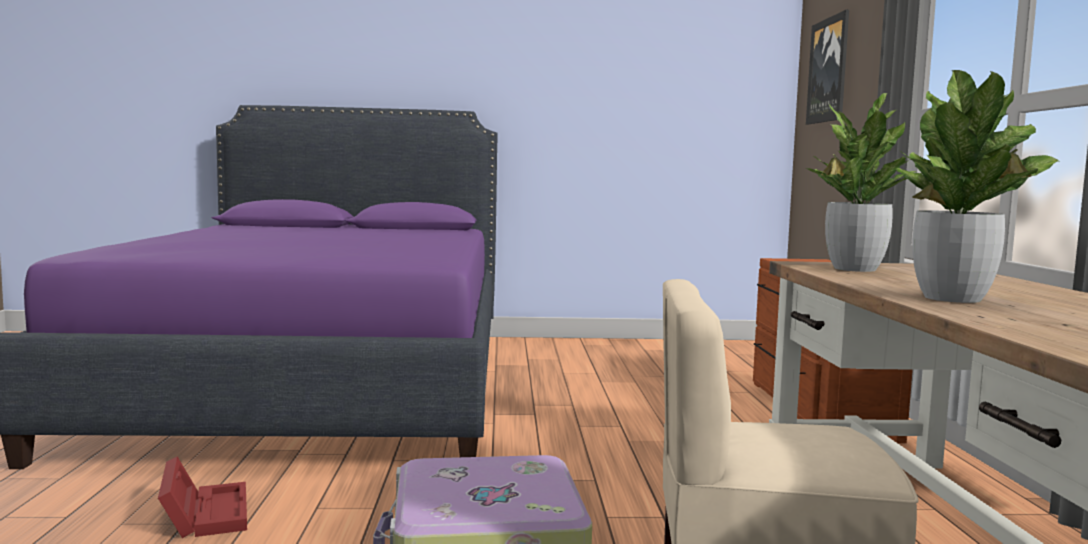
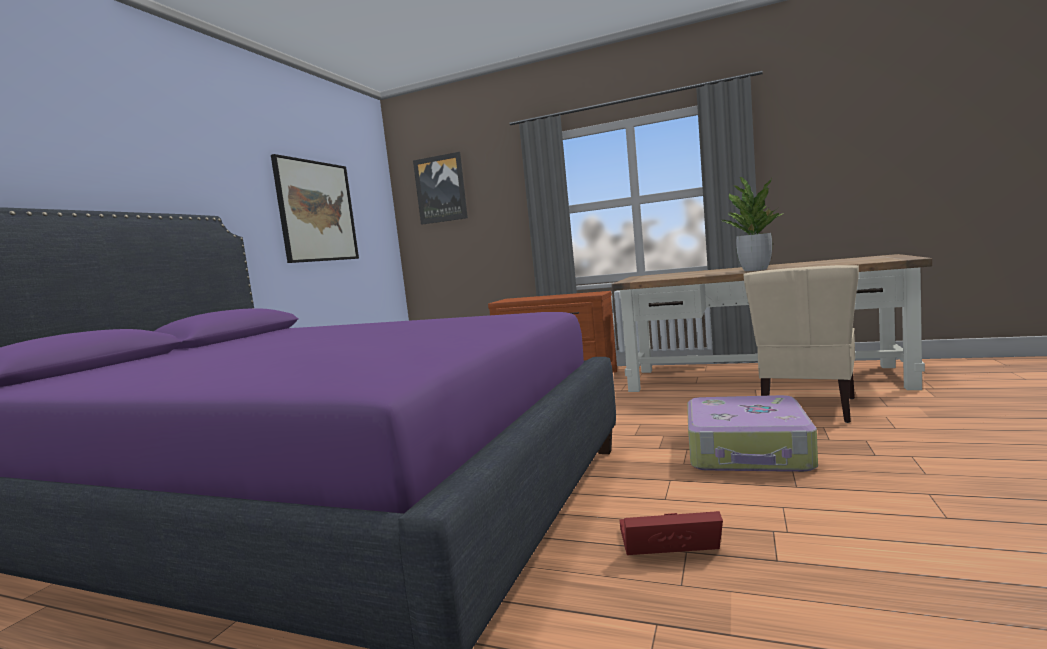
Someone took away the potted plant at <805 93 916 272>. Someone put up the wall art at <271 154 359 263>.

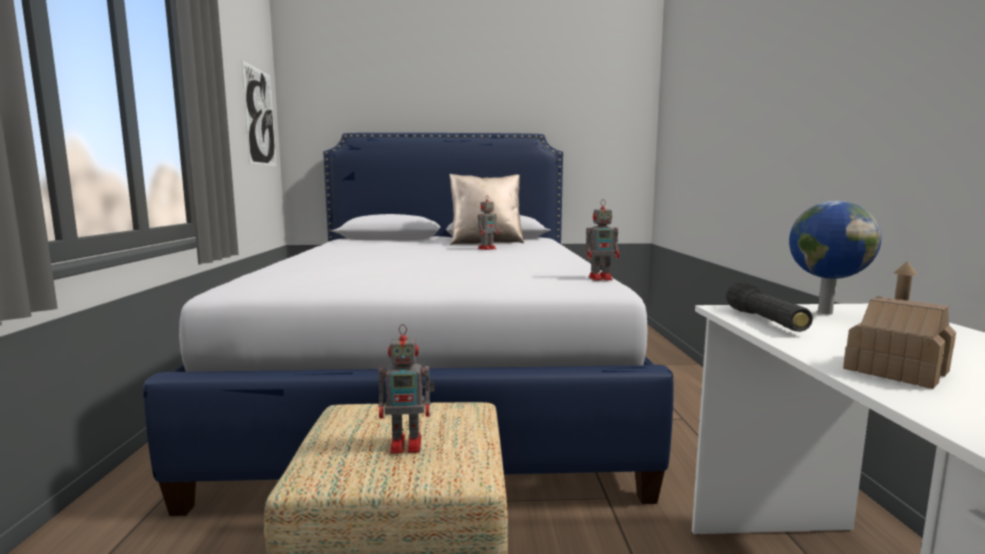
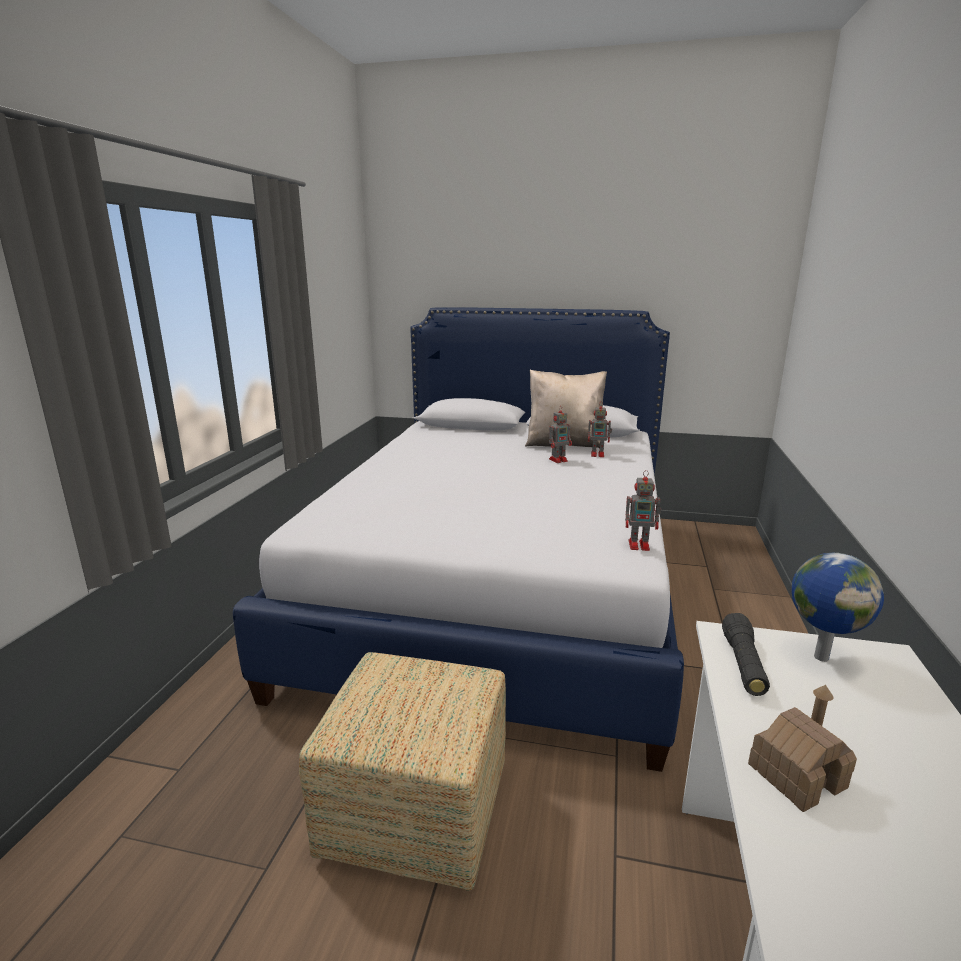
Someone took away the wall art at <242 60 276 166>. Someone carried the model robot from <378 324 435 454> to <588 403 612 457>.

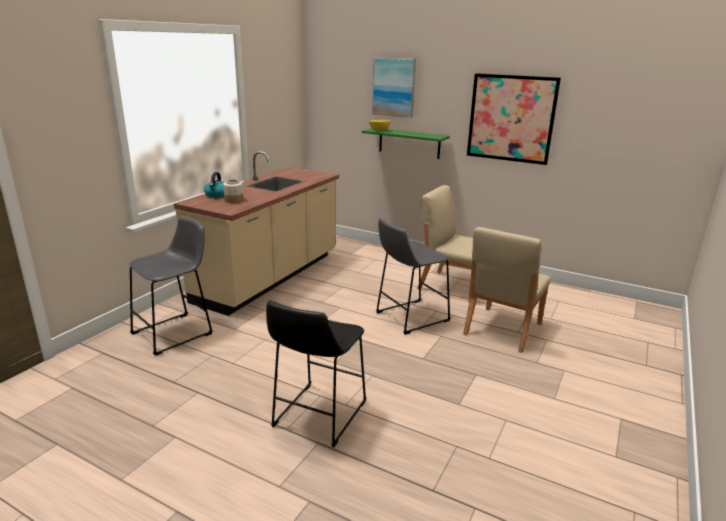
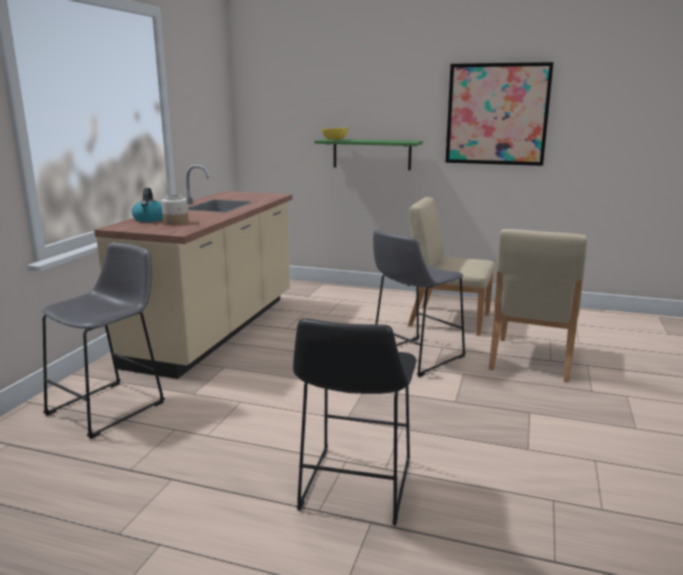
Someone took away the wall art at <372 57 416 118>.

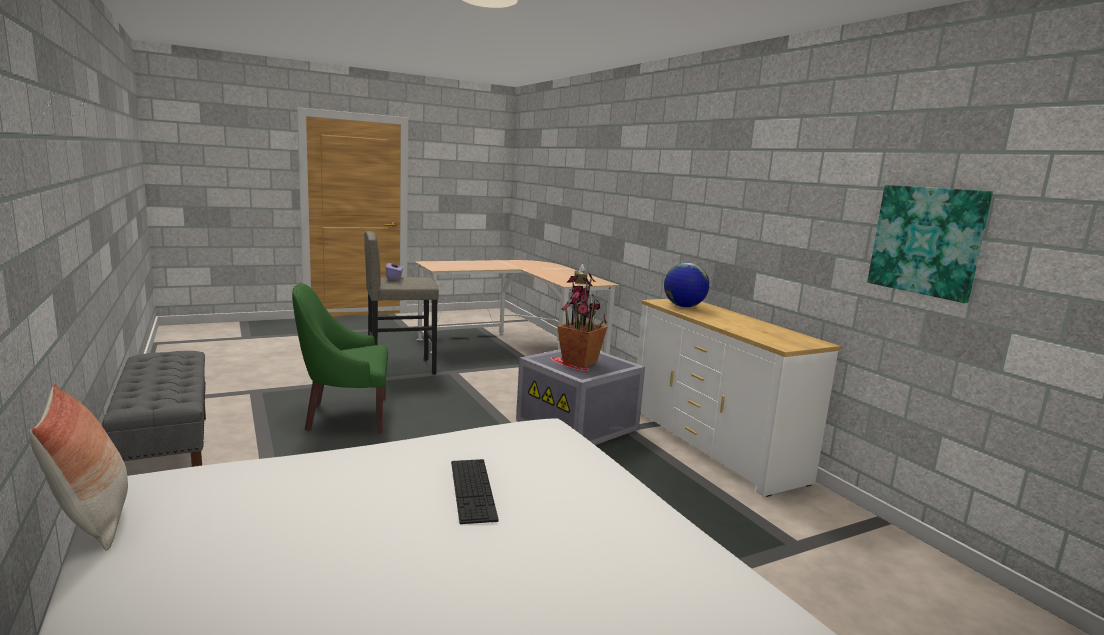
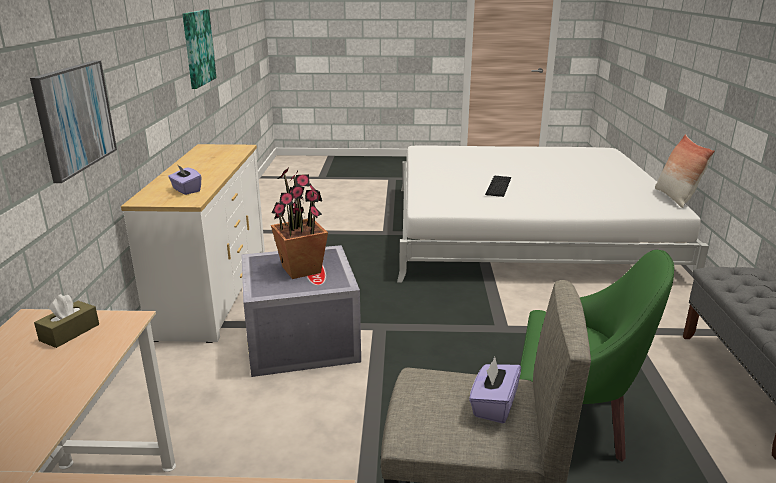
Someone put up the wall art at <30 60 117 183>. Someone swapped the desk globe at <664 263 709 307> for the purple-coloured tissue holder at <168 165 201 195>.

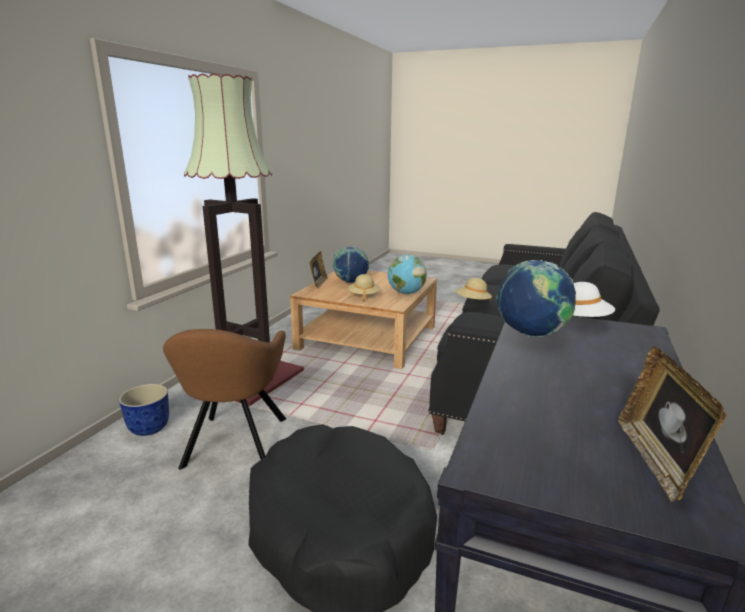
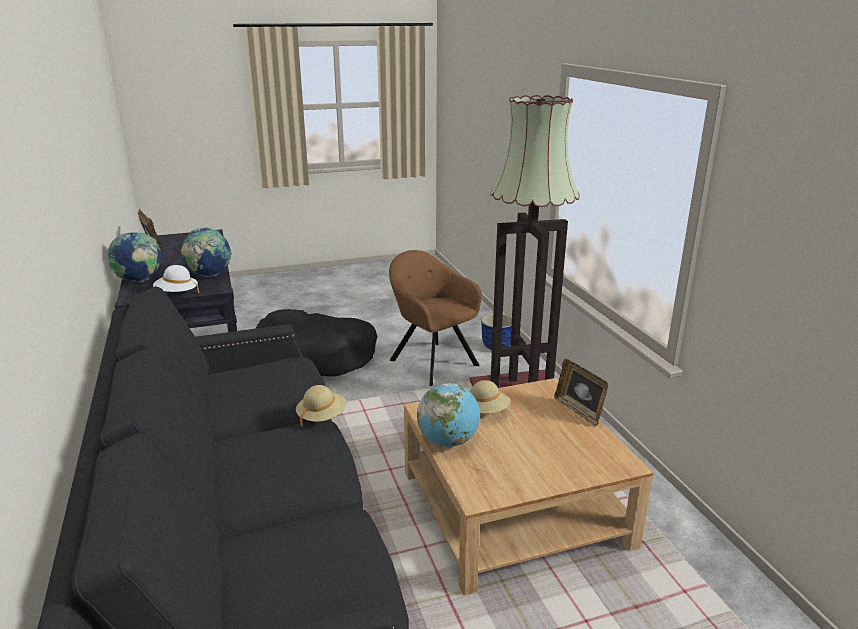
Someone carried the desk globe from <333 246 370 283> to <107 232 161 282>.

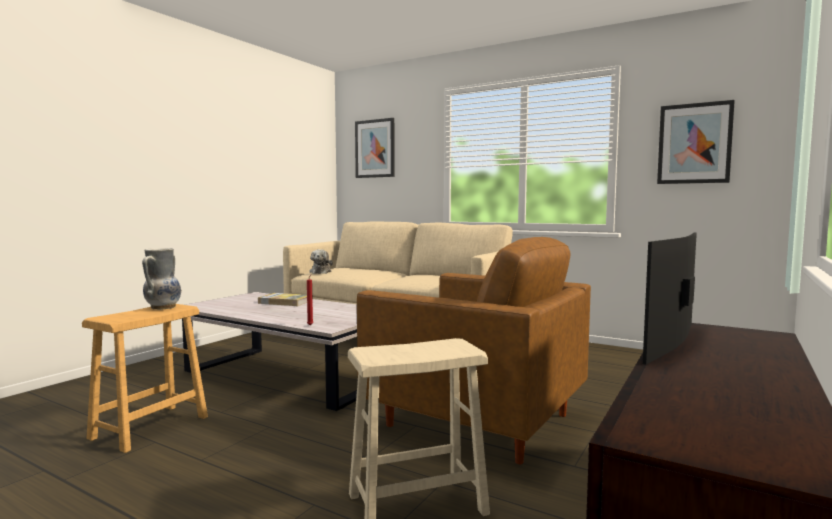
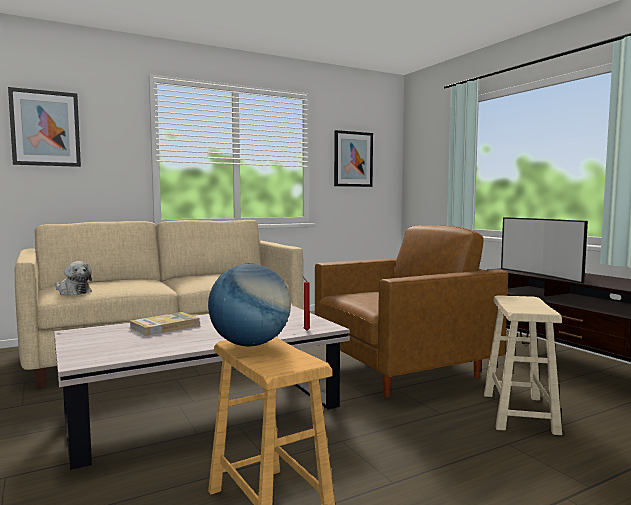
Someone swapped the decorative vase at <142 248 181 310> for the desk globe at <208 264 291 347>.

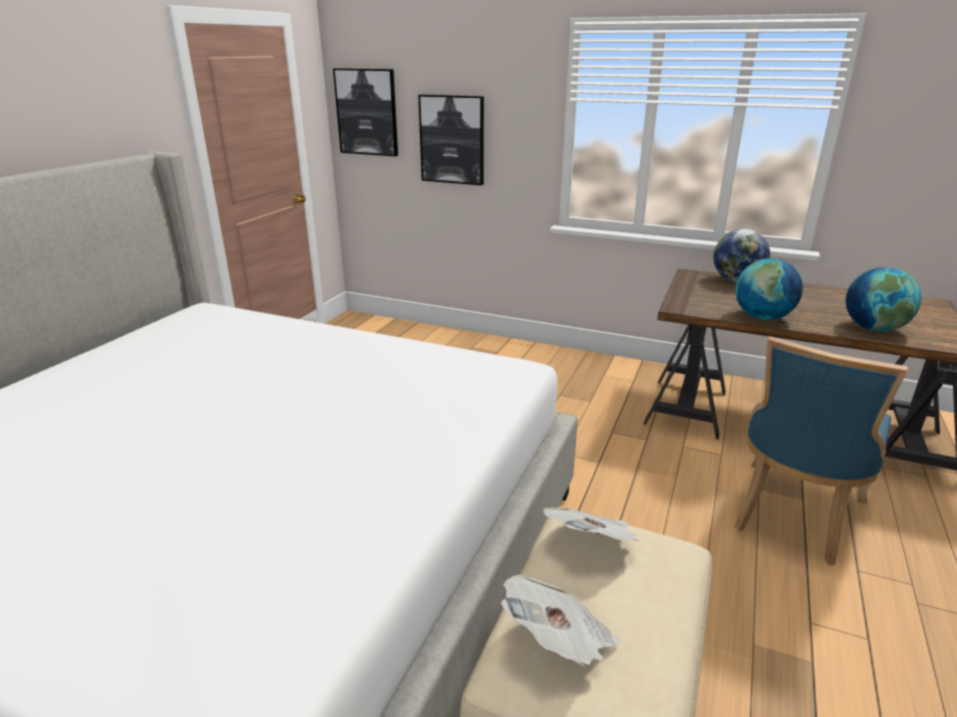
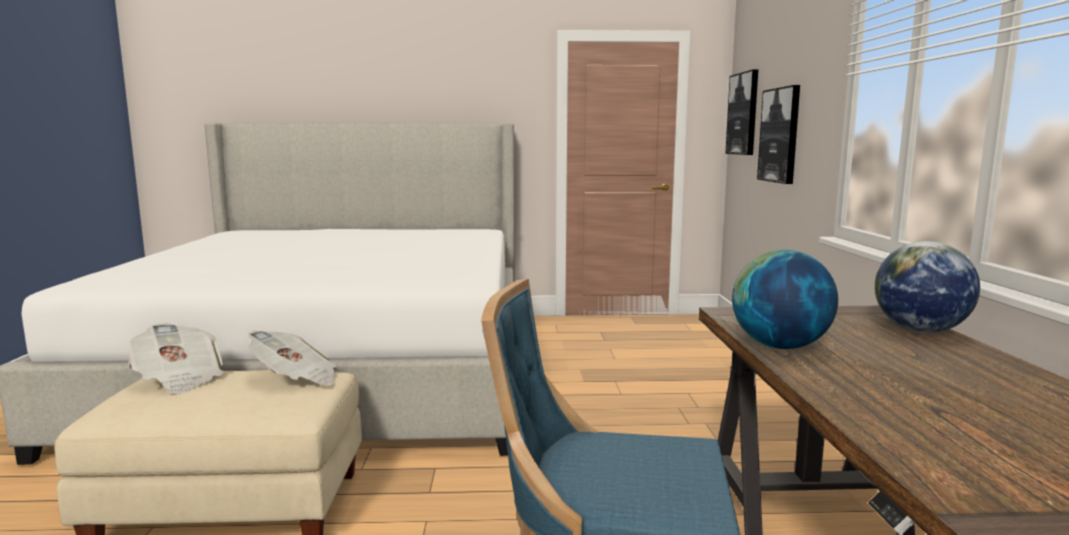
Someone took away the desk globe at <846 267 922 332>.

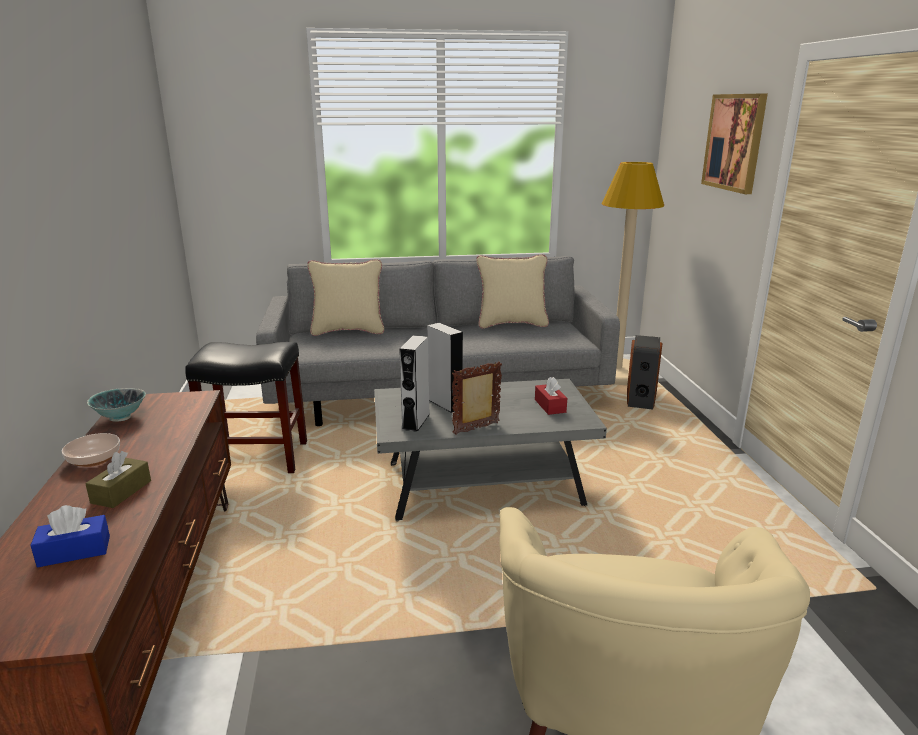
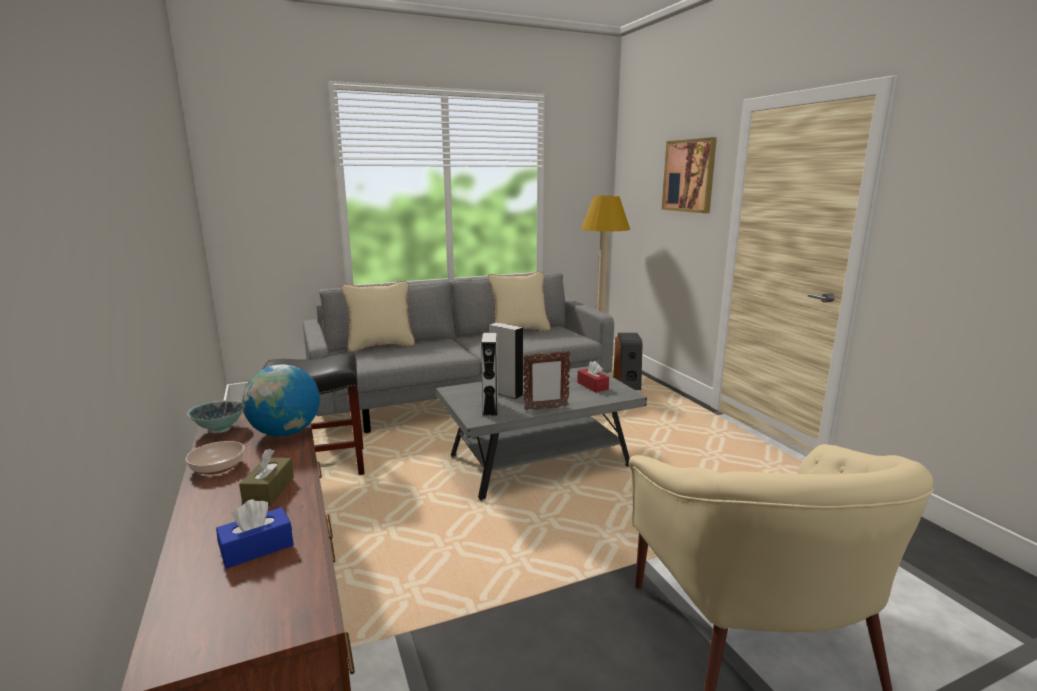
Someone put down the desk globe at <242 364 320 437>. Someone rotated the picture frame at <452 361 502 435> by 150 degrees counterclockwise.

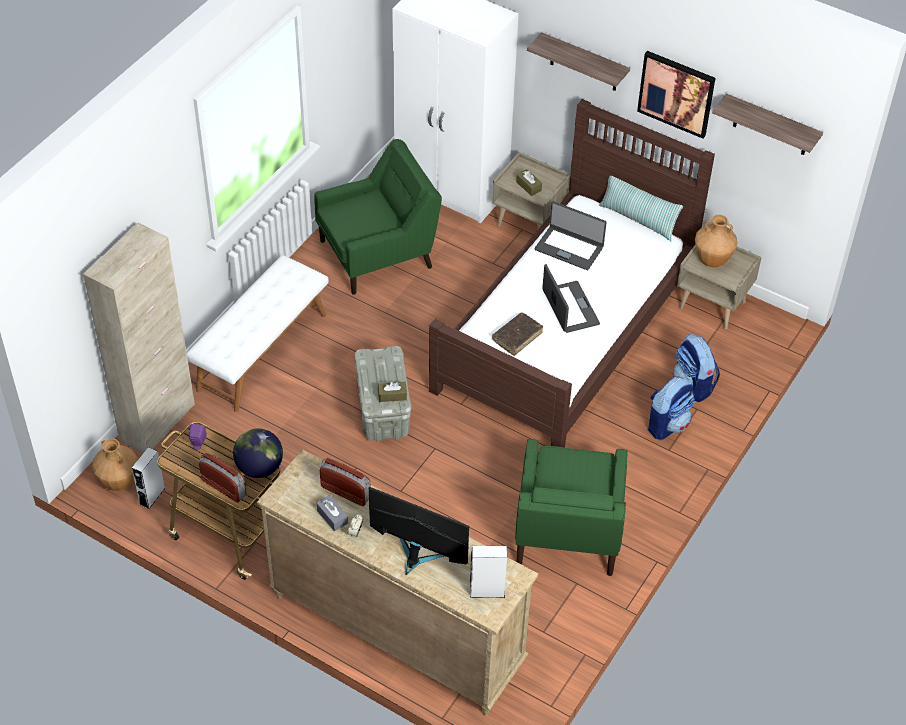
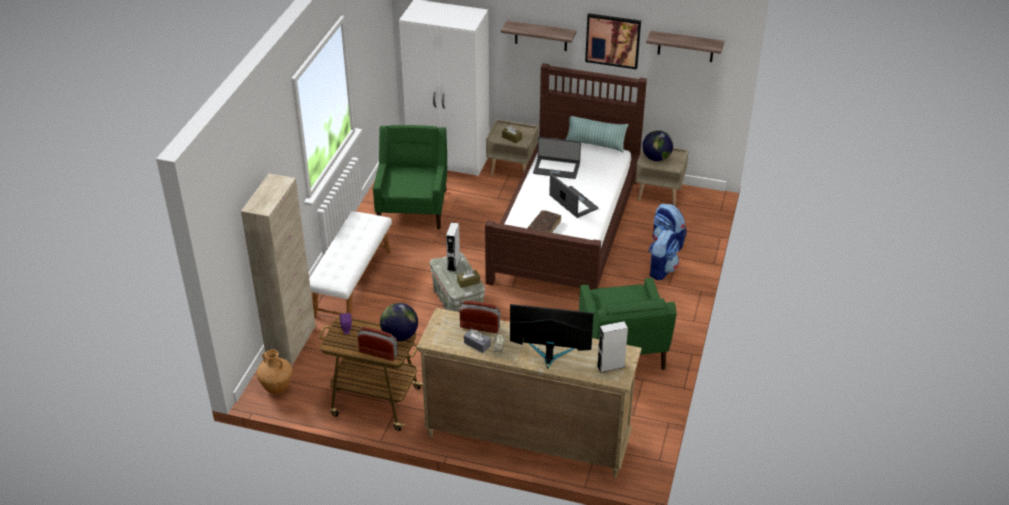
Someone carried the greyish speaker from <132 447 165 509> to <446 222 460 272>. Someone swapped the brown-coloured decorative vase at <695 215 738 267> for the desk globe at <642 130 673 161>. Someone rotated the green-coloured lounge chair at <314 139 442 295> by 45 degrees counterclockwise.

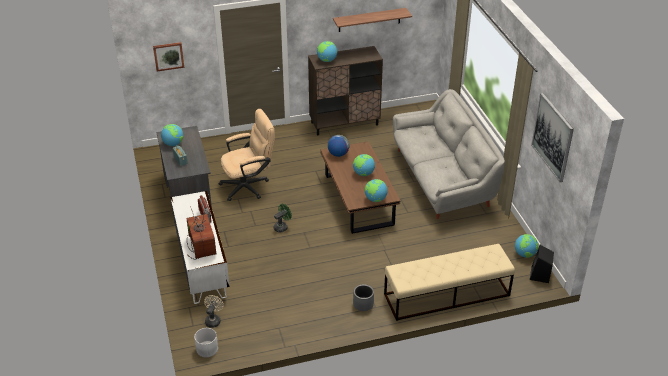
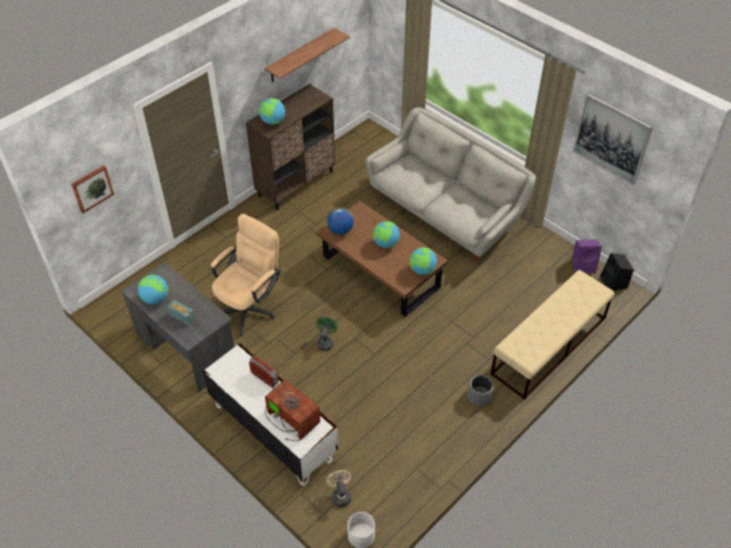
Someone swapped the desk globe at <515 234 539 258> for the purple-coloured speaker at <571 239 602 273>.

